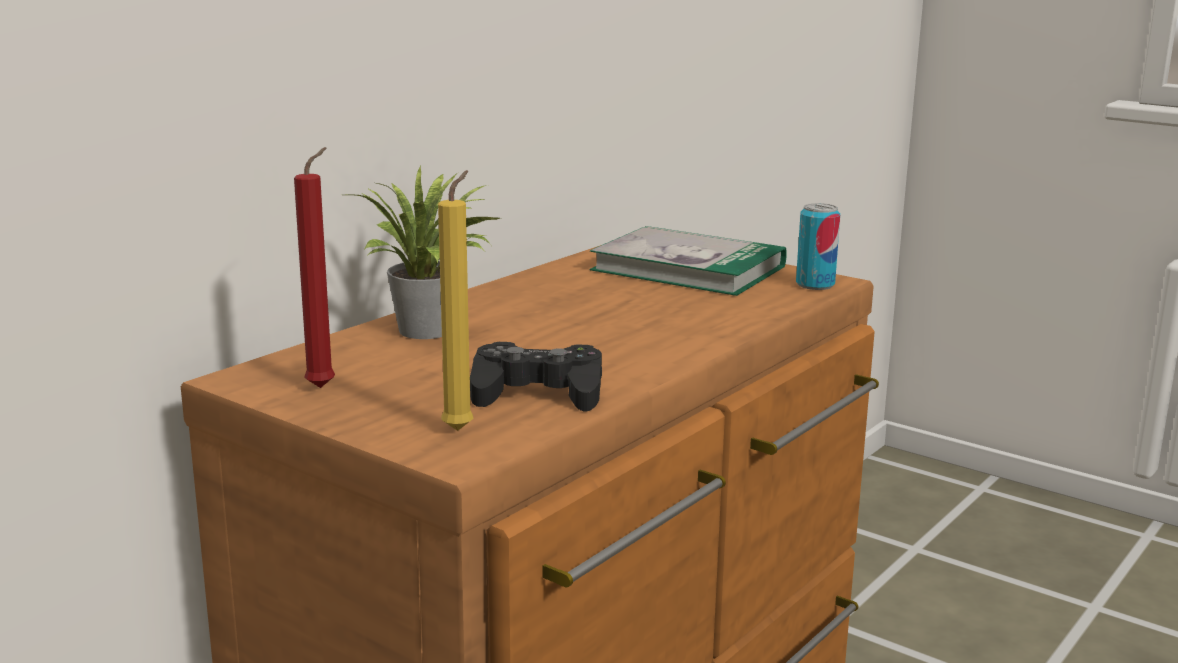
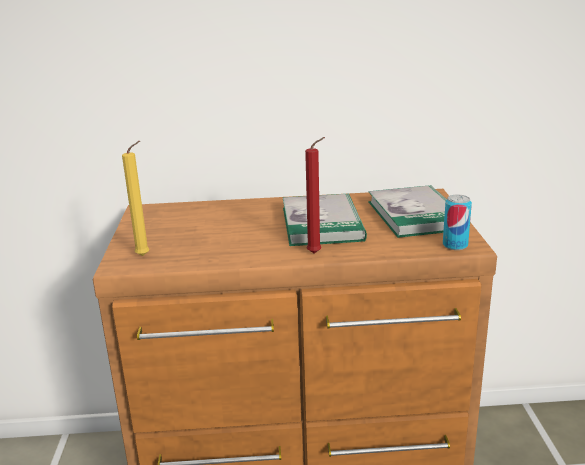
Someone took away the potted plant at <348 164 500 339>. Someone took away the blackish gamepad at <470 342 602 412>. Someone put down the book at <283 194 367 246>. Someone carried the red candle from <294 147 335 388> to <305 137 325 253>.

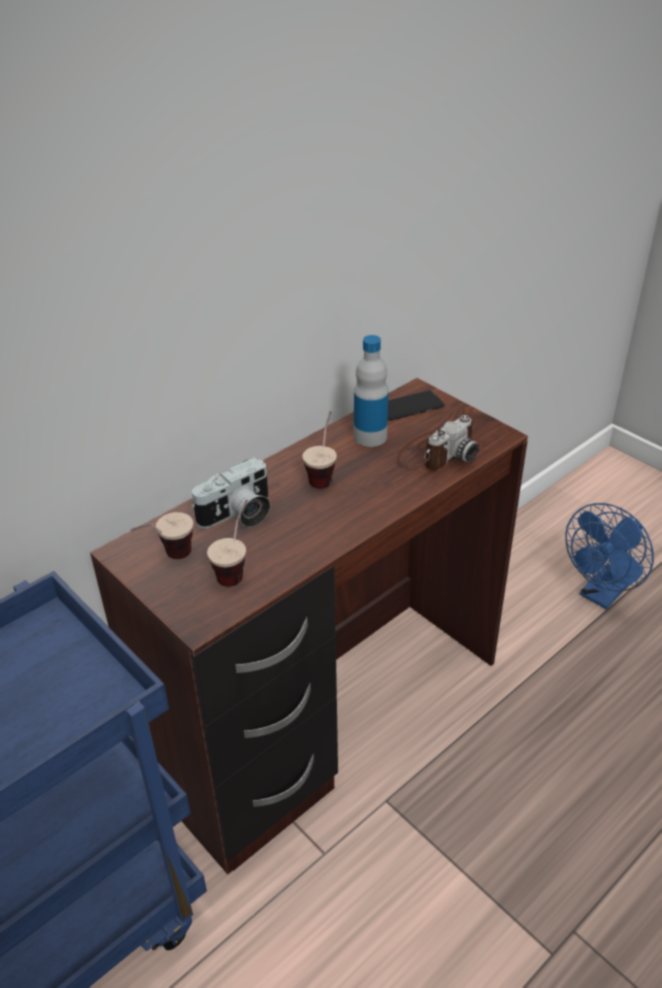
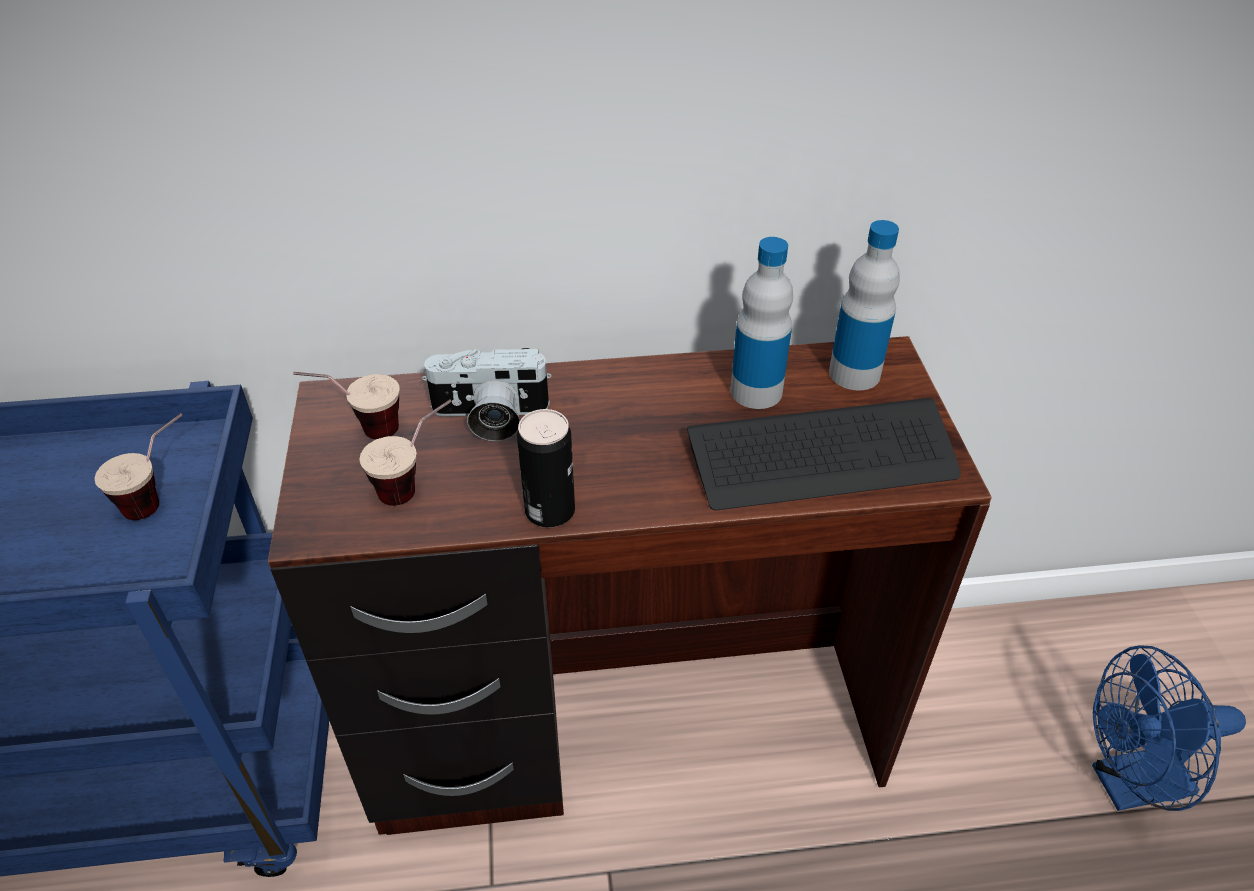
Someone put down the metal can at <517 409 575 528>. Someone carried the small cup from <303 411 337 488> to <94 413 183 520>. Someone swapped the telephone at <388 390 444 420> for the beverage bottle at <829 220 900 390>. Someone swapped the still camera at <396 415 479 470> for the PC keyboard at <687 398 961 510>.

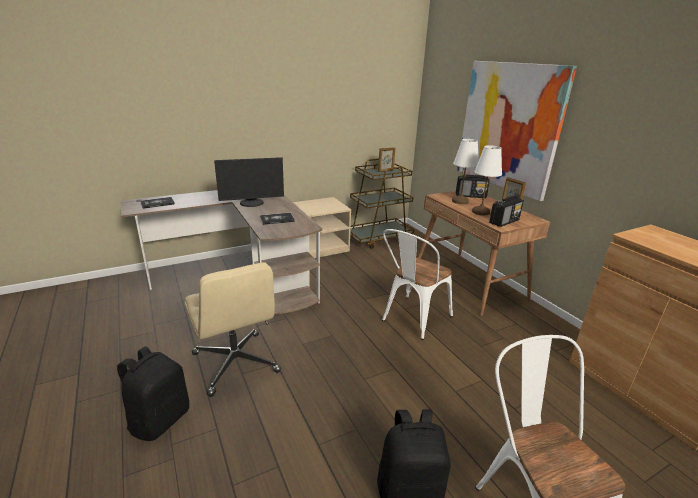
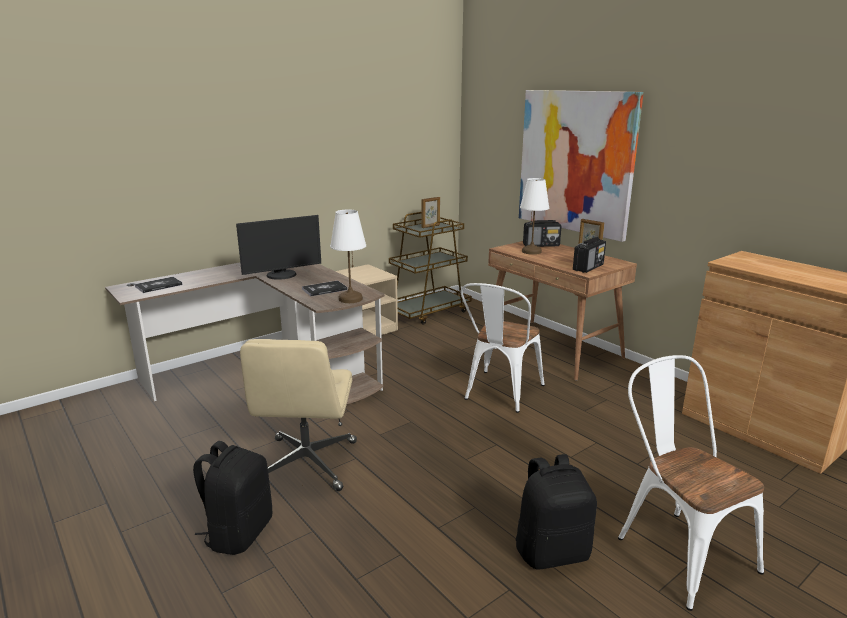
Someone carried the whitish tabletop lamp from <472 145 502 215> to <330 210 366 303>. Someone rotated the beige office chair at <185 262 281 397> by 45 degrees clockwise.

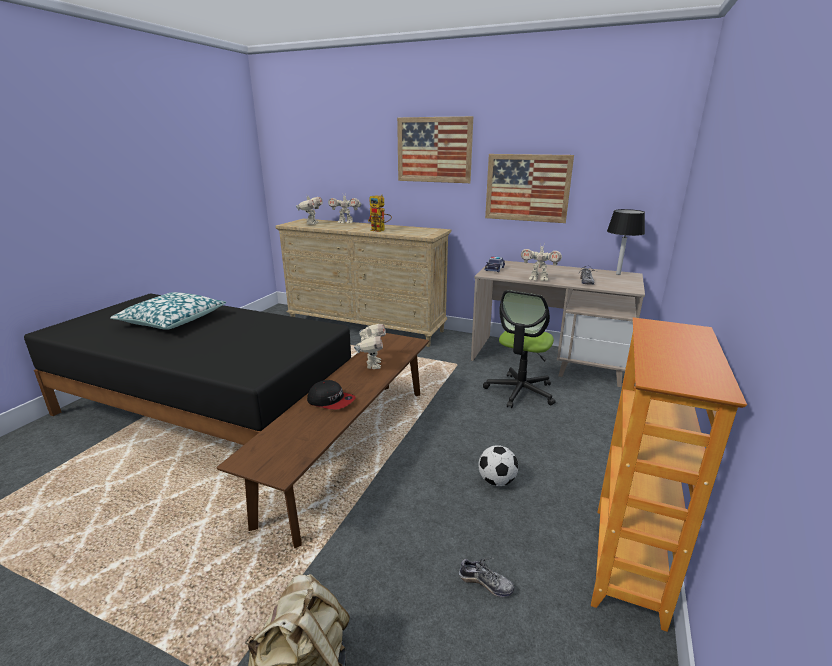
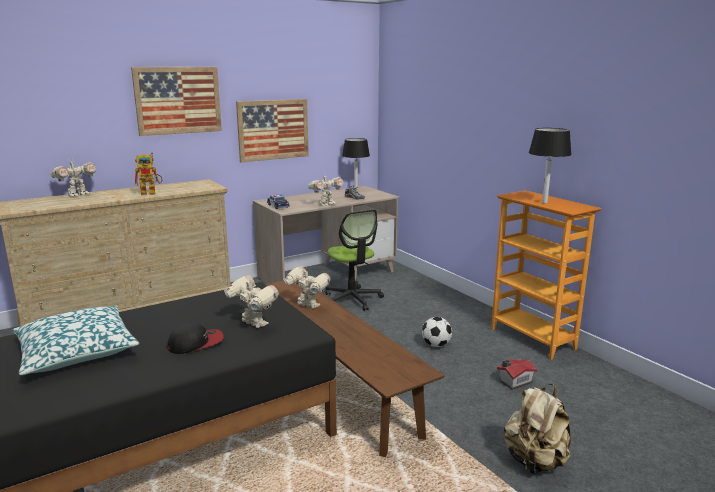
Someone put down the blackish tabletop lamp at <529 128 572 204>. Someone carried the model robot from <296 196 323 225> to <224 275 279 328>. Someone carried the cap from <307 380 356 410> to <167 322 224 354>. Someone swapped the shoe at <459 558 514 597> for the toy house at <497 359 537 390>.

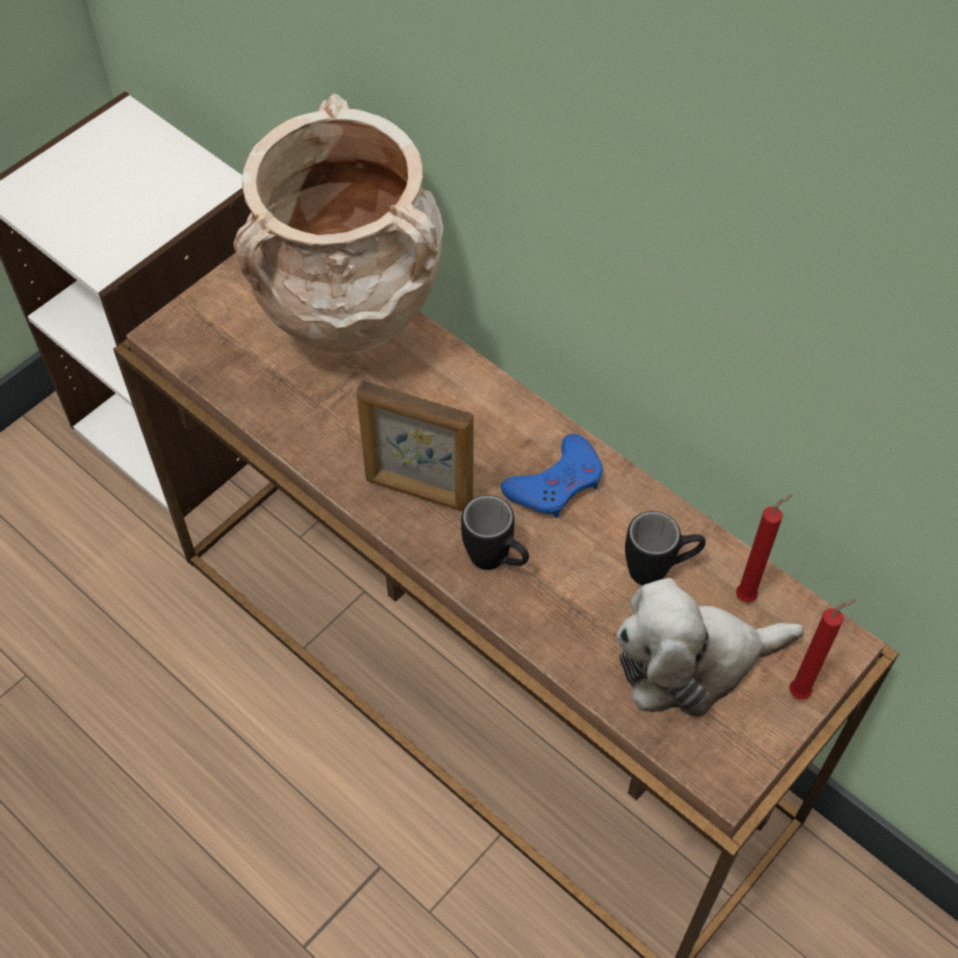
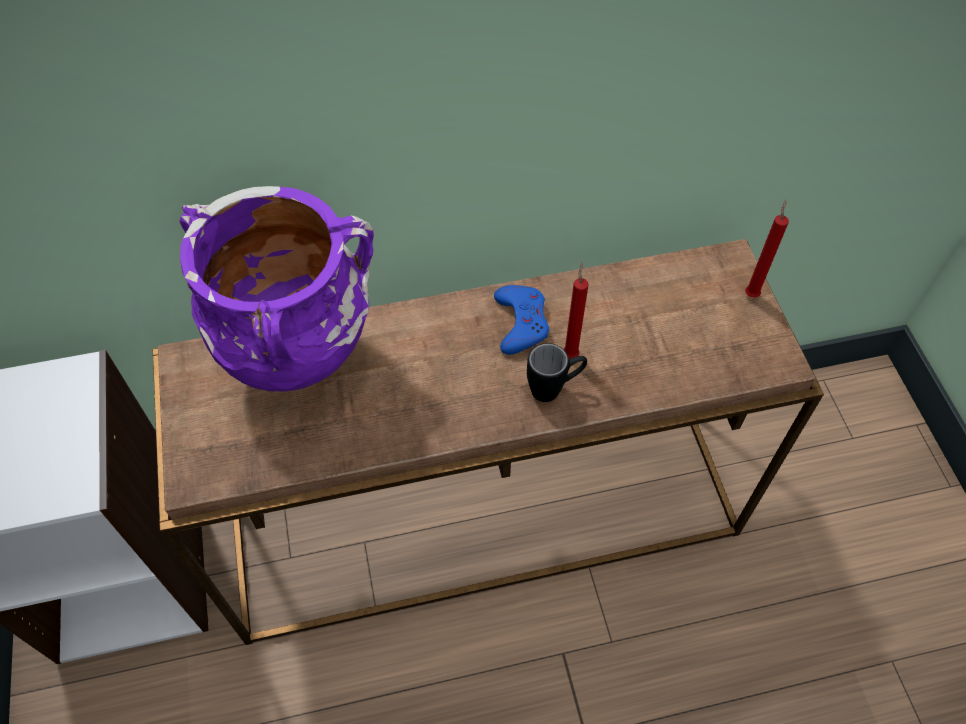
Someone took away the picture frame at <356 380 474 511>. Someone took away the plush toy at <616 578 804 717>. Someone took away the blackish coffee mug at <625 511 706 585>. Someone carried the red candle from <736 494 792 602> to <564 263 589 358>. Someone repainted the beige decorative vase at <233 93 444 354>, which became the purple-coloured decorative vase at <179 186 374 392>.

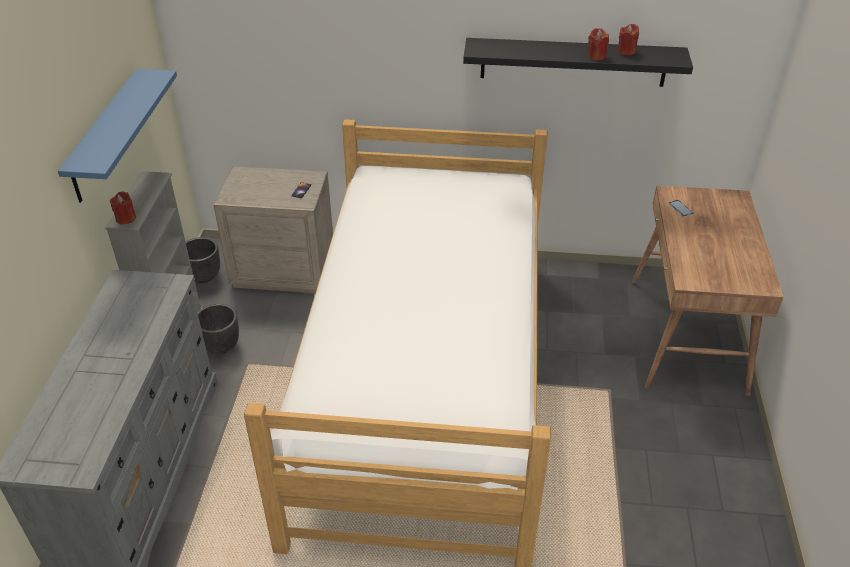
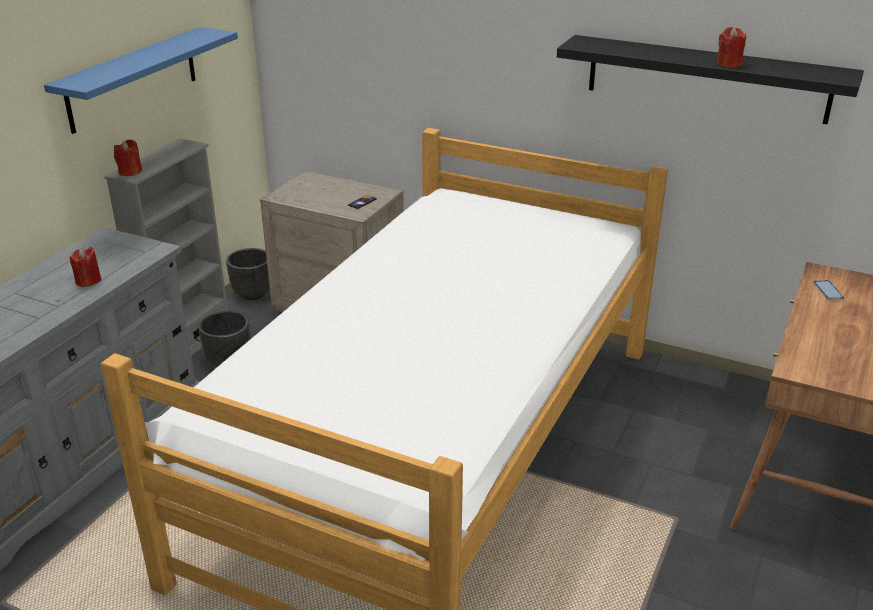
Someone carried the red candle from <617 24 639 55> to <70 247 102 287>.

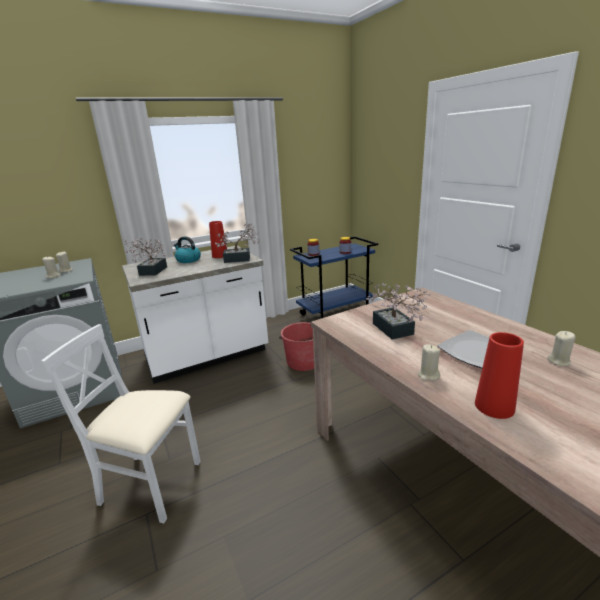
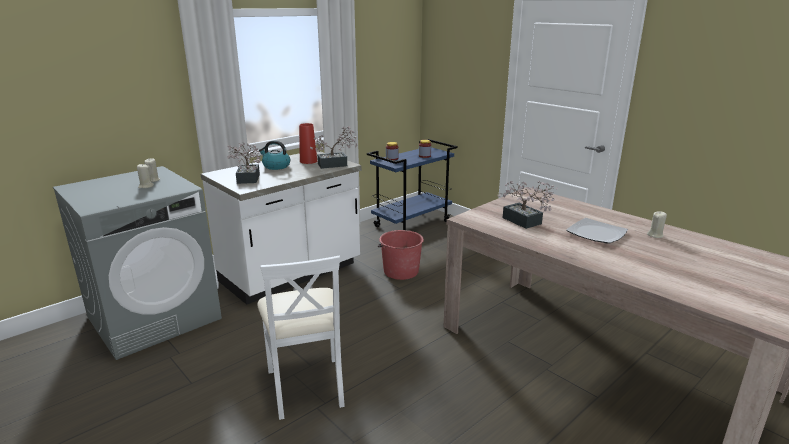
Someone took away the beige candle at <418 344 440 381>. Someone took away the red decorative vase at <475 332 524 419>. Someone rotated the whitish upright chair at <41 324 201 523> by 105 degrees counterclockwise.

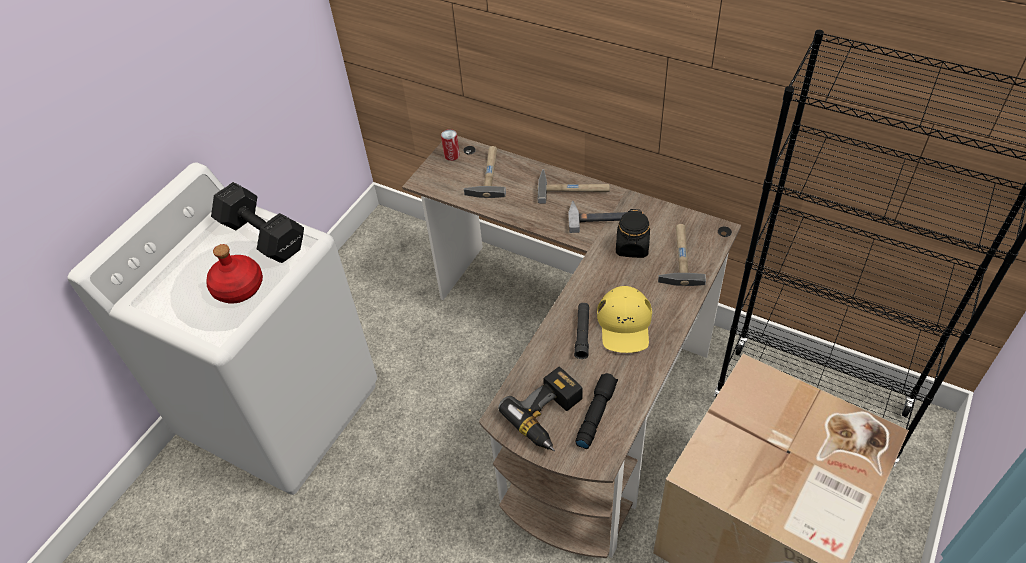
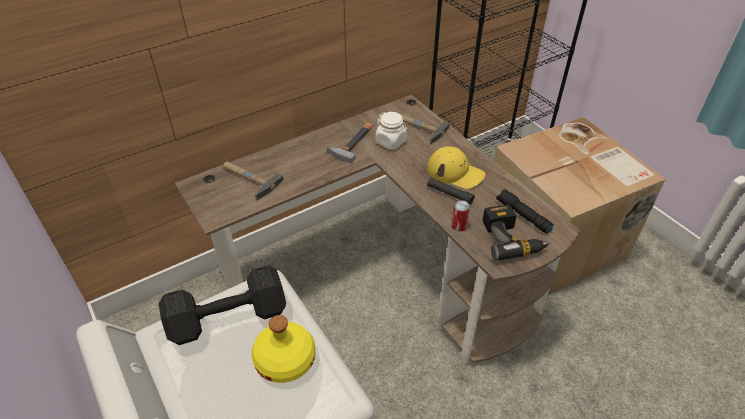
Someone took away the tool hammer at <537 169 610 204>. Someone carried the metal can from <441 129 460 161> to <451 200 470 231>. Someone repainted the red beverage bottle at <206 244 263 304>, which became the yellow beverage bottle at <252 315 315 383>. Someone repainted the blackish storage jar at <616 209 650 258>, which became the whitish storage jar at <376 112 407 150>.

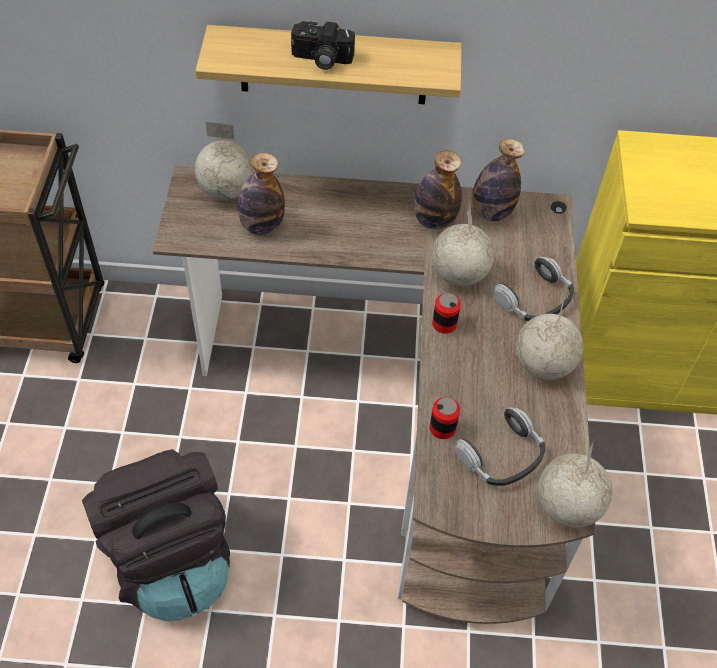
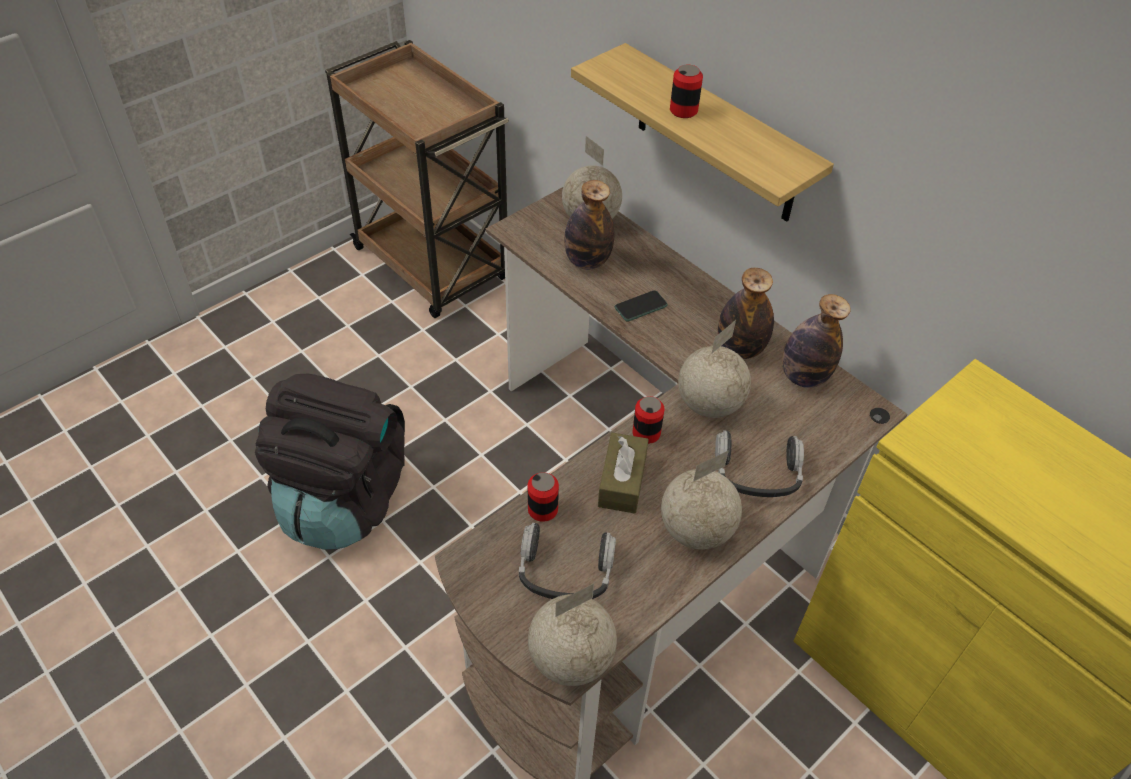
Someone put down the brown-coloured tissue holder at <598 433 649 514>. Someone put down the telephone at <615 290 668 322>. Someone swapped the still camera at <291 21 355 70> for the metal can at <670 65 703 118>.

